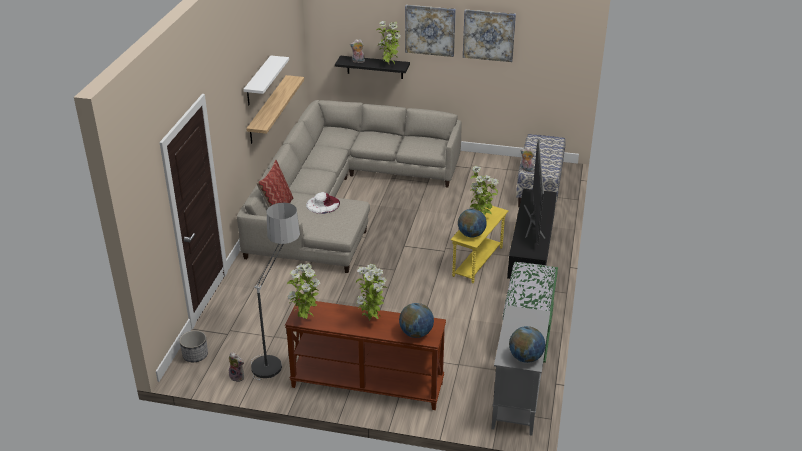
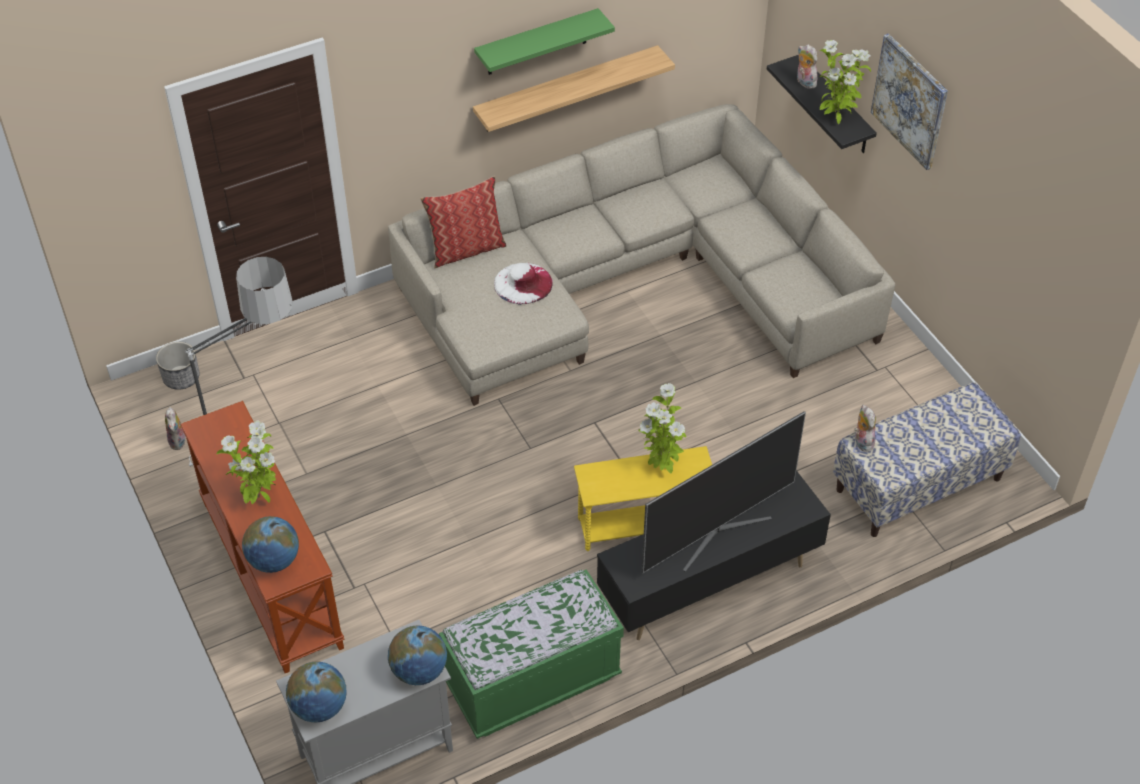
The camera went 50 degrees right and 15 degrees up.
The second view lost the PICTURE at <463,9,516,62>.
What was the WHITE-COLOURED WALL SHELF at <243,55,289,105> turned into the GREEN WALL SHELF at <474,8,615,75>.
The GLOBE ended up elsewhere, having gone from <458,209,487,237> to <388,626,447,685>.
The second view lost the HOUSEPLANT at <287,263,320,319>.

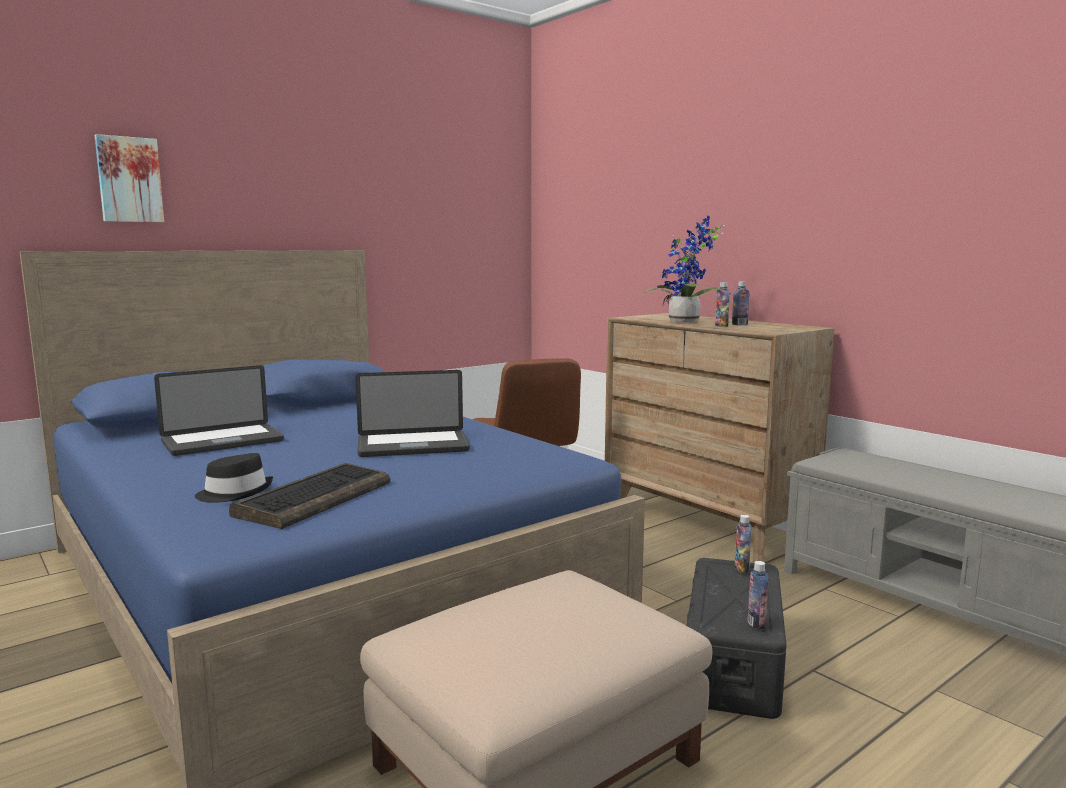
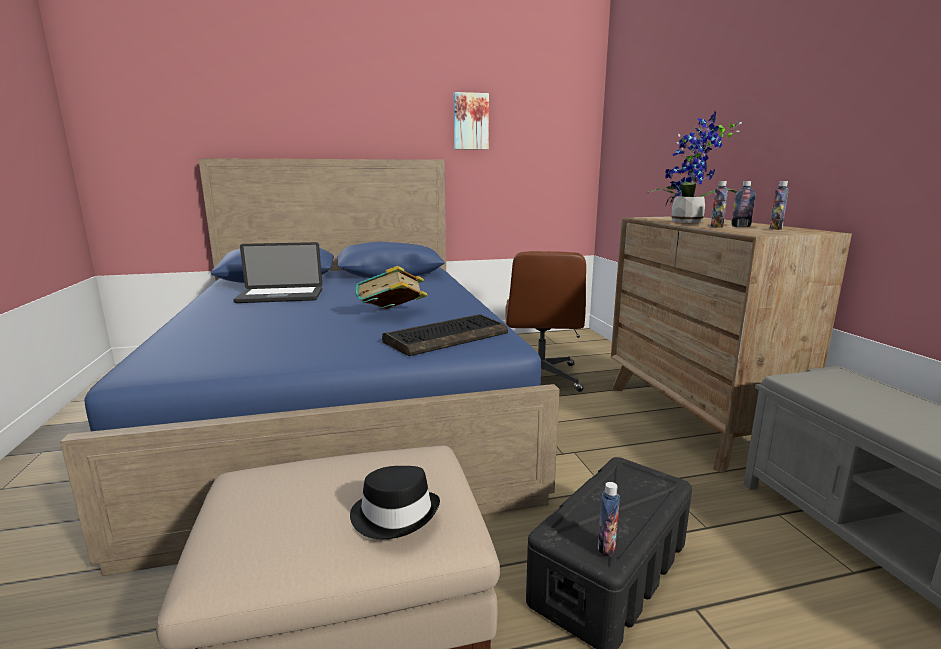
The camera went 25 degrees right and 5 degrees up.
The PICTURE ended up elsewhere, having gone from <95,134,164,222> to <454,92,489,150>.
Where the LAPTOP stood at <355,370,470,457>, the BOOK came to stand at <355,266,428,309>.
The BLACK HAT ended up elsewhere, having gone from <195,453,273,503> to <350,466,440,539>.
The COMPUTER KEYBOARD ended up elsewhere, having gone from <229,463,390,529> to <382,314,508,356>.
The BOTTLE ended up elsewhere, having gone from <735,515,752,573> to <770,181,789,230>.

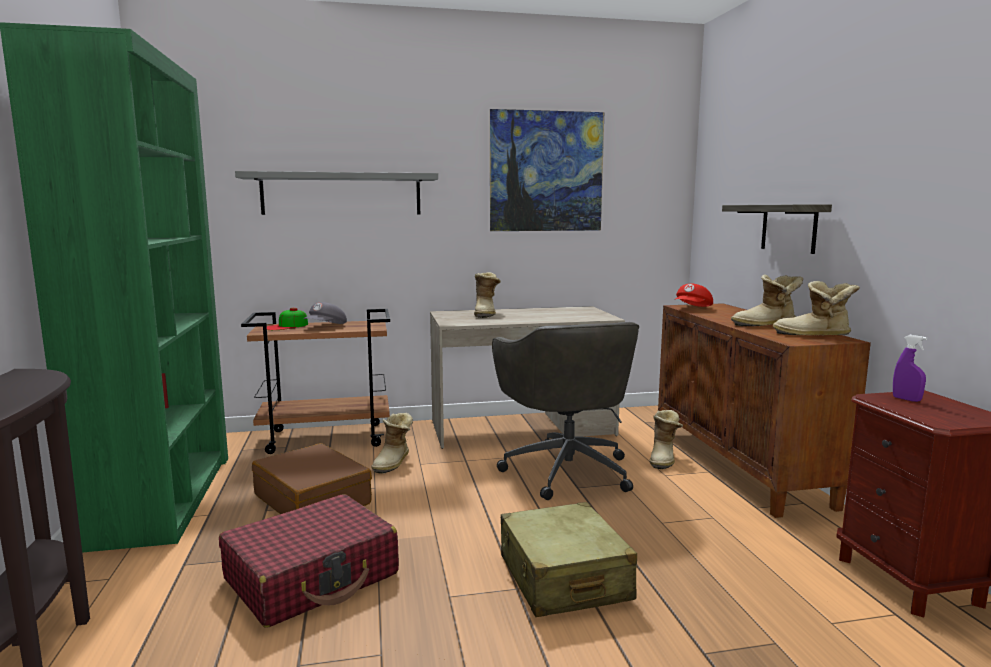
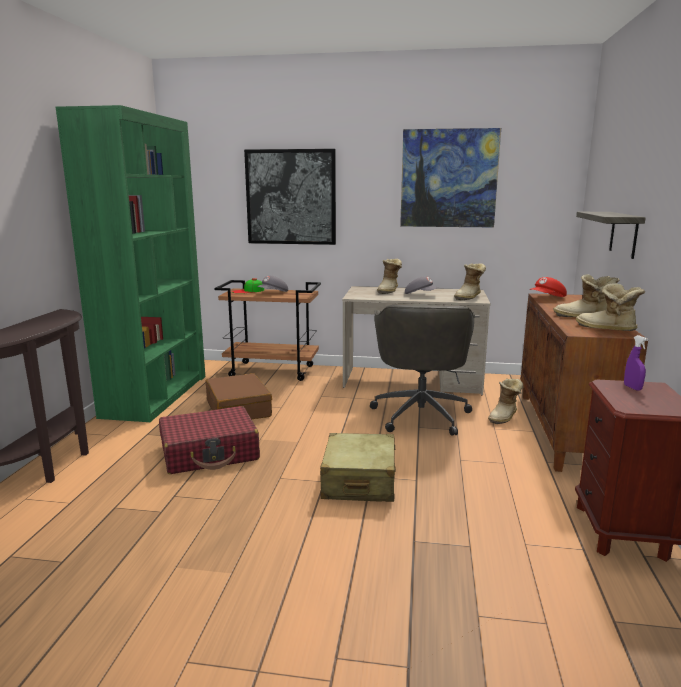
The camera went 20 degrees right and 5 degrees up.
Where the GREYISH WALL SHELF hung at <235,171,438,215>, the PICTURE came to hang at <244,149,336,245>.
The TALL BOOT ended up elsewhere, having gone from <371,413,413,474> to <454,263,486,301>.
The second view gained the GREYISH CAP at <405,276,439,294>.

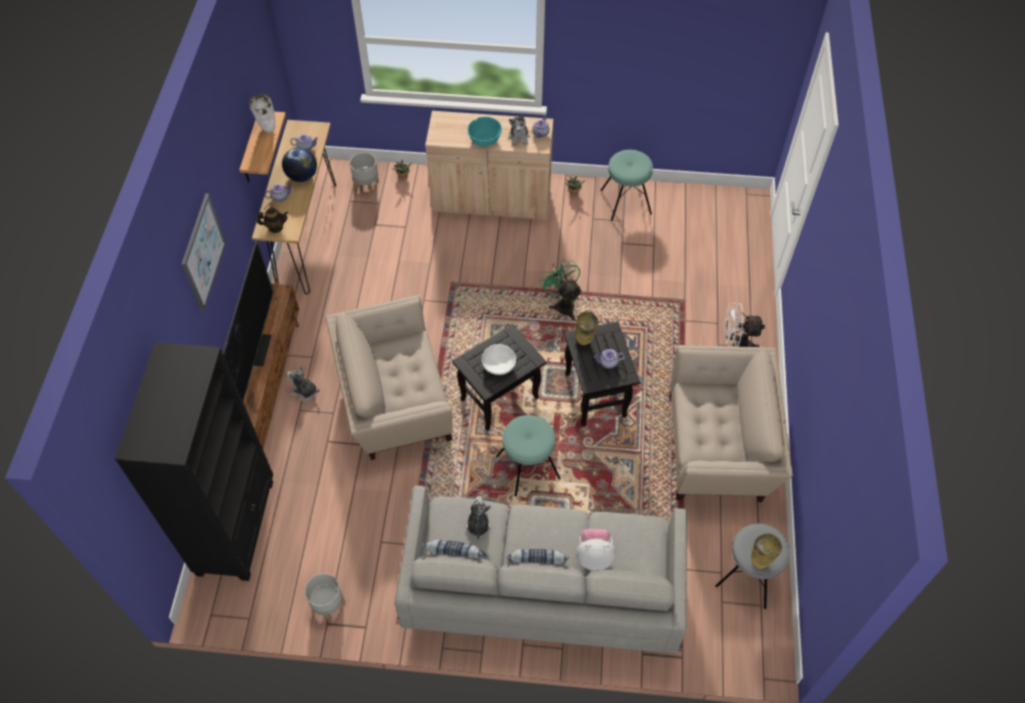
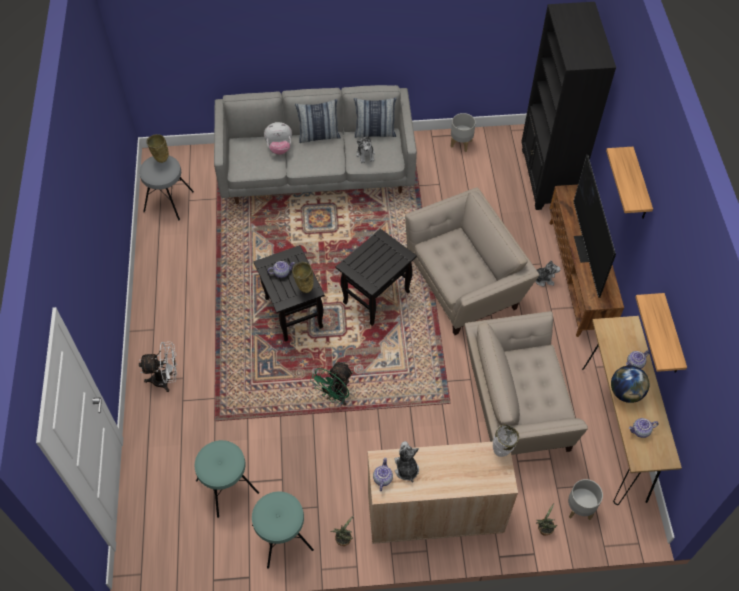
The camera went 170 degrees right and 0 degrees up.
The WHITE-COLOURED DECORATIVE VASE ended up elsewhere, having gone from <249,94,276,132> to <493,424,519,457>.
The second view lost the TURQUOISE BOWL at <468,117,502,146>.
Where the PICTURE hung at <181,193,226,311>, the WALL SHELF came to hang at <606,147,653,219>.
The second view lost the POT FOR TEA at <257,207,288,233>.
The GREEN ELECTRIC FAN at <539,259,582,320> ended up facing another way, 75 degrees clockwise from before.
The second view lost the WHITE-COLOURED BOWL at <482,344,516,375>.
The BEIGE ARMCHAIR ended up elsewhere, having gone from <669,345,793,502> to <465,311,588,455>.
The TURQUOISE SITTING STOOL ended up elsewhere, having gone from <496,415,561,497> to <195,440,259,518>.

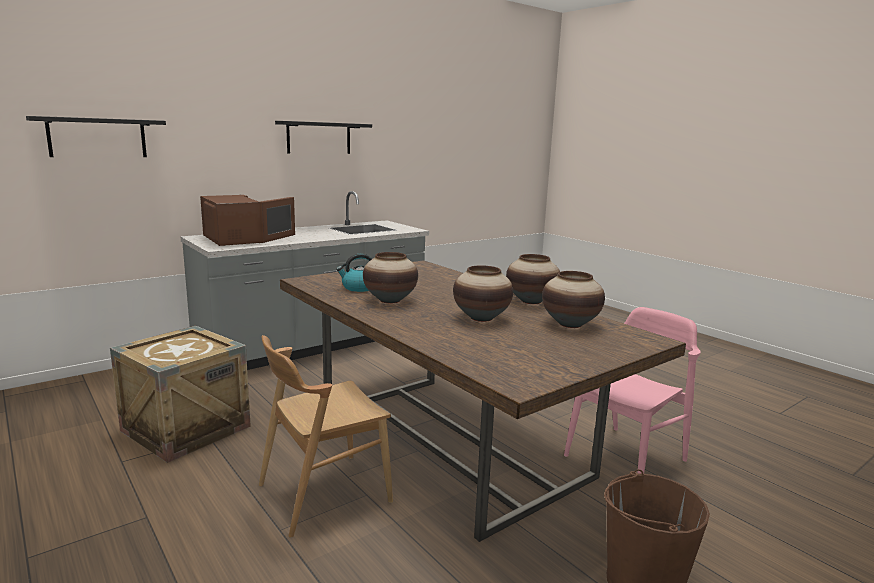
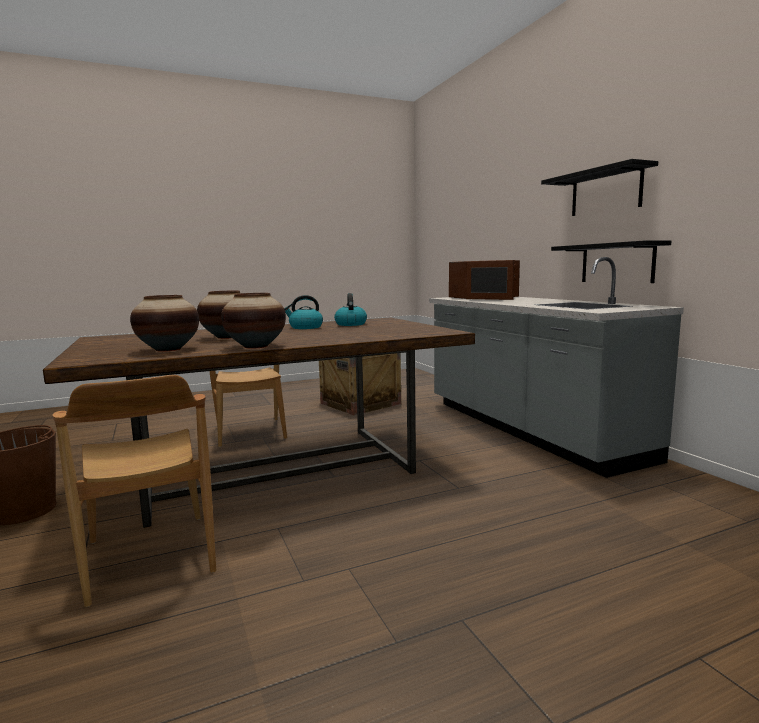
The camera went 105 degrees right and 5 degrees down.
The BLACK WALL SHELF ended up elsewhere, having gone from <26,116,166,157> to <551,240,671,283>.
Where the DECORATIVE VASE stood at <363,252,418,303>, the TEA KETTLE came to stand at <284,295,323,329>.
What was the PINKISH CHAIR at <564,307,701,474> turned into the BROWN CHAIR at <52,375,216,607>.

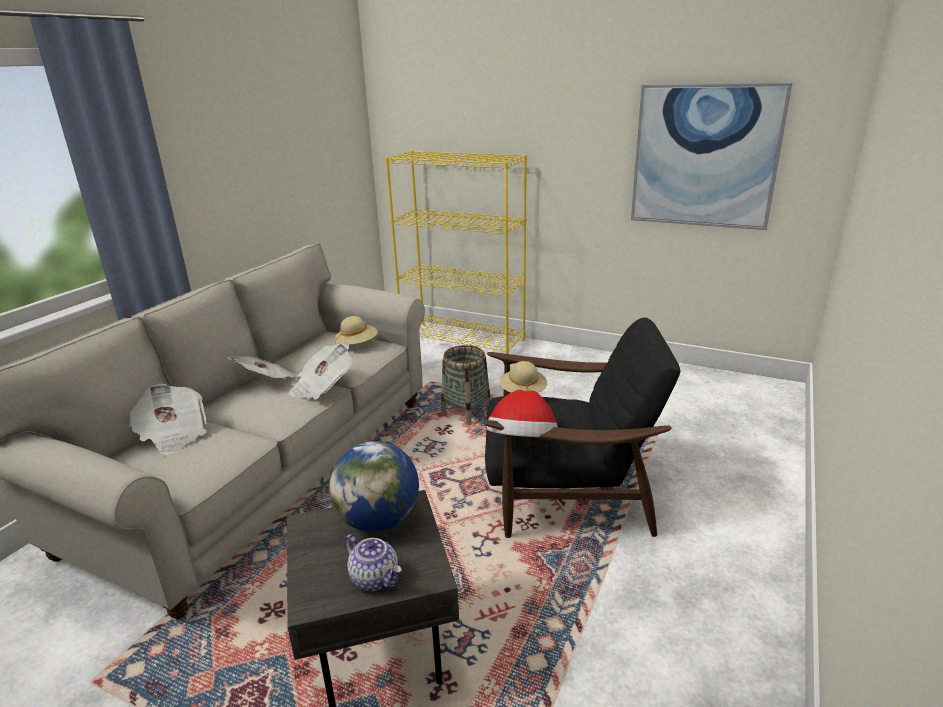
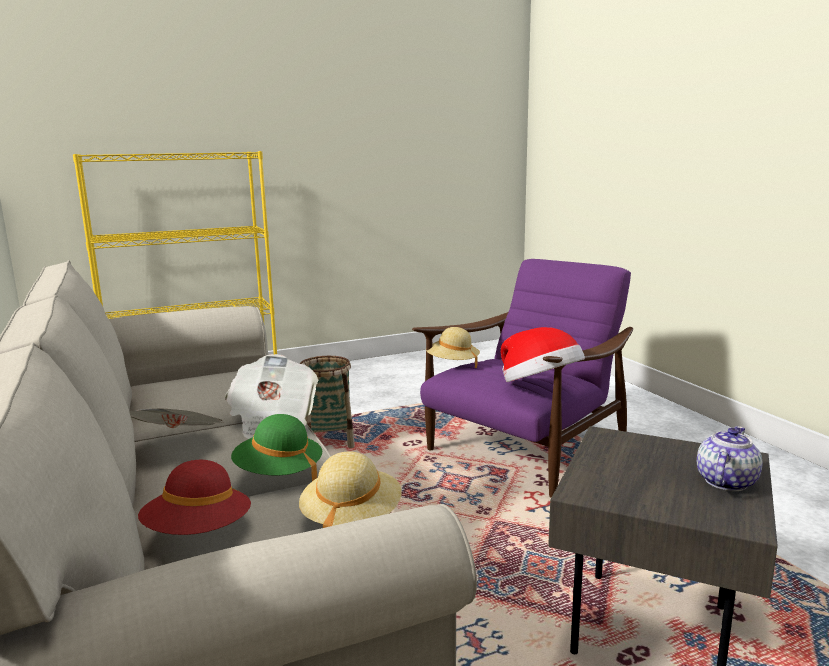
The camera went 50 degrees left and 10 degrees down.
The second view lost the PICTURE at <631,83,792,230>.
The BEIGE HAT ended up elsewhere, having gone from <335,316,378,345> to <299,451,402,528>.
What was the BLACK ARMCHAIR at <483,318,681,538> turned into the PURPLE-COLOURED ARMCHAIR at <412,259,633,497>.
Where the DAILY PAPER stood at <129,383,207,455>, the REDDISH HAT came to stand at <138,460,251,535>.
The second view lost the GLOBE at <329,441,419,532>.
The POT FOR TEA at <344,534,401,591> ended up facing another way, 45 degrees counterclockwise from before.
The second view gained the GREEN HAT at <231,414,322,481>.

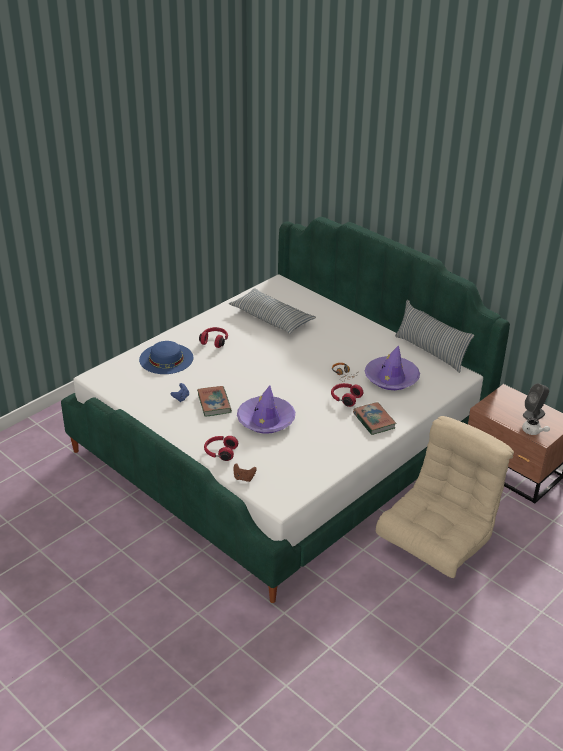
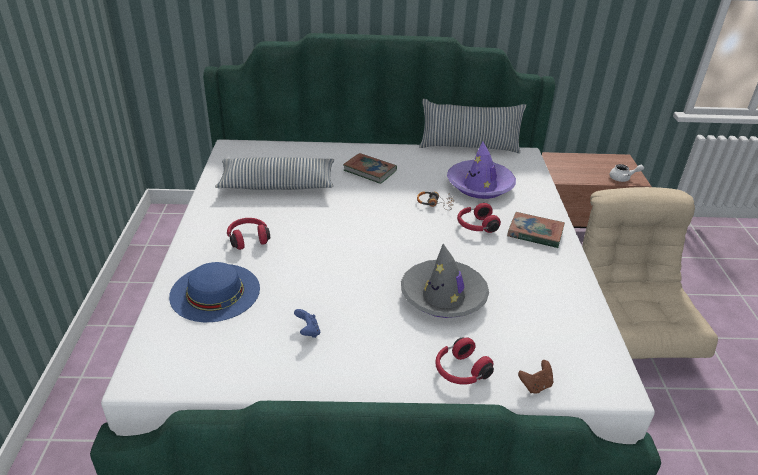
The camera went 45 degrees left and 0 degrees up.
The second view lost the GREYISH LOUDSPEAKER at <523,383,549,420>.
What was the PURPLE-COLOURED HAT at <237,385,295,434> turned into the GREYISH HAT at <401,244,489,318>.
The BOOK ended up elsewhere, having gone from <197,386,232,417> to <343,153,397,184>.

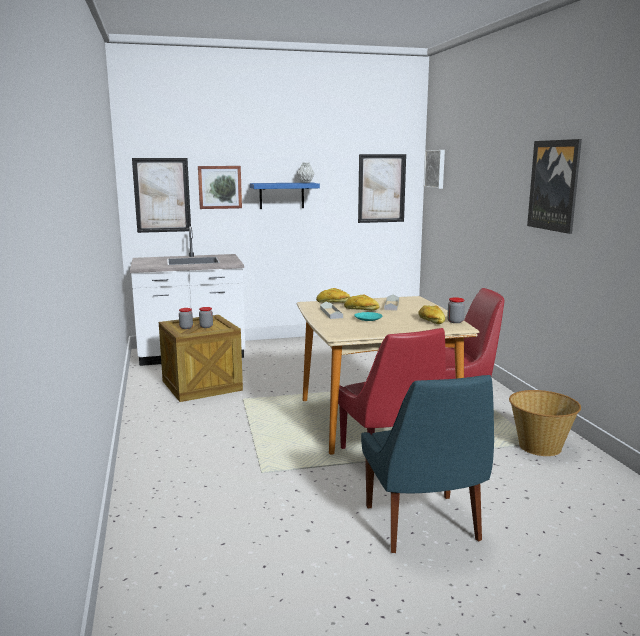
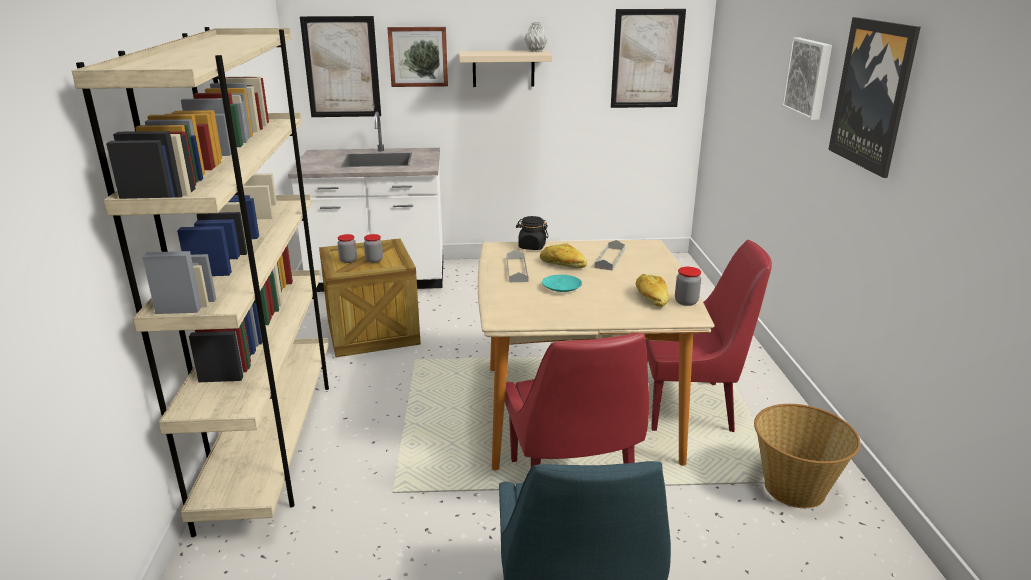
The camera went 10 degrees right and 10 degrees up.
The PICTURE ended up elsewhere, having gone from <424,150,445,189> to <782,38,832,120>.
What was the BLUE WALL SHELF at <250,183,320,209> turned into the BEIGE WALL SHELF at <459,50,552,87>.
Where the BAKED BREAD stood at <316,288,350,303>, the BLACK PRESERVE JAR came to stand at <516,216,548,250>.
The second view gained the BEIGE BOOKSHELF at <72,27,329,537>.

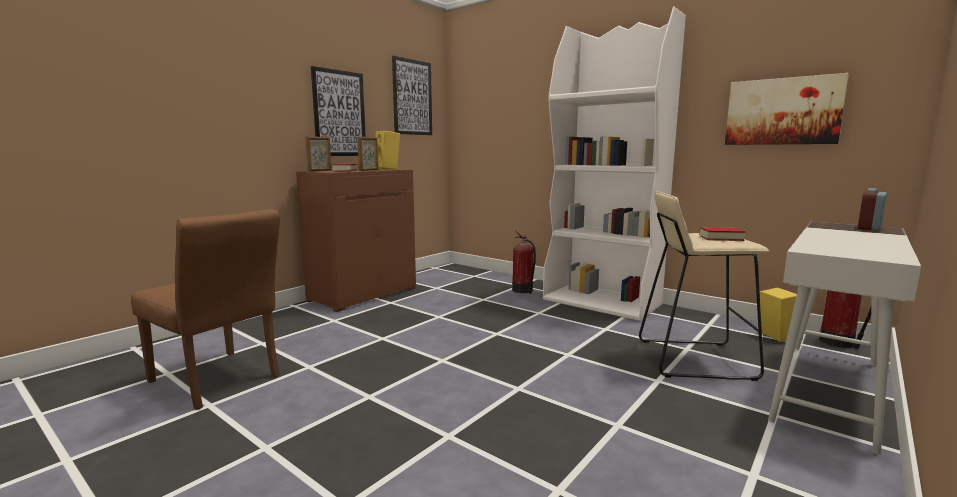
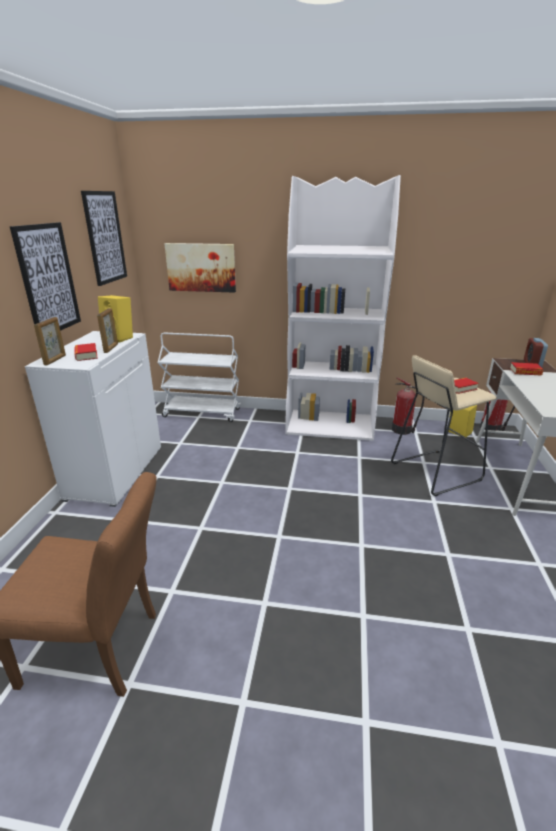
The camera went 30 degrees left and 15 degrees up.
The PICTURE ended up elsewhere, having gone from <725,73,849,145> to <164,243,236,293>.
What was the BROWN CABINET at <296,169,416,312> turned into the WHITE-COLOURED CABINET at <25,331,161,507>.
The FIRE-FIGHTING CYLINDER ended up elsewhere, having gone from <512,230,536,294> to <392,378,424,435>.
The second view gained the WHITE-COLOURED CART at <158,332,241,422>.
The second view gained the BOOK at <510,362,543,375>.

